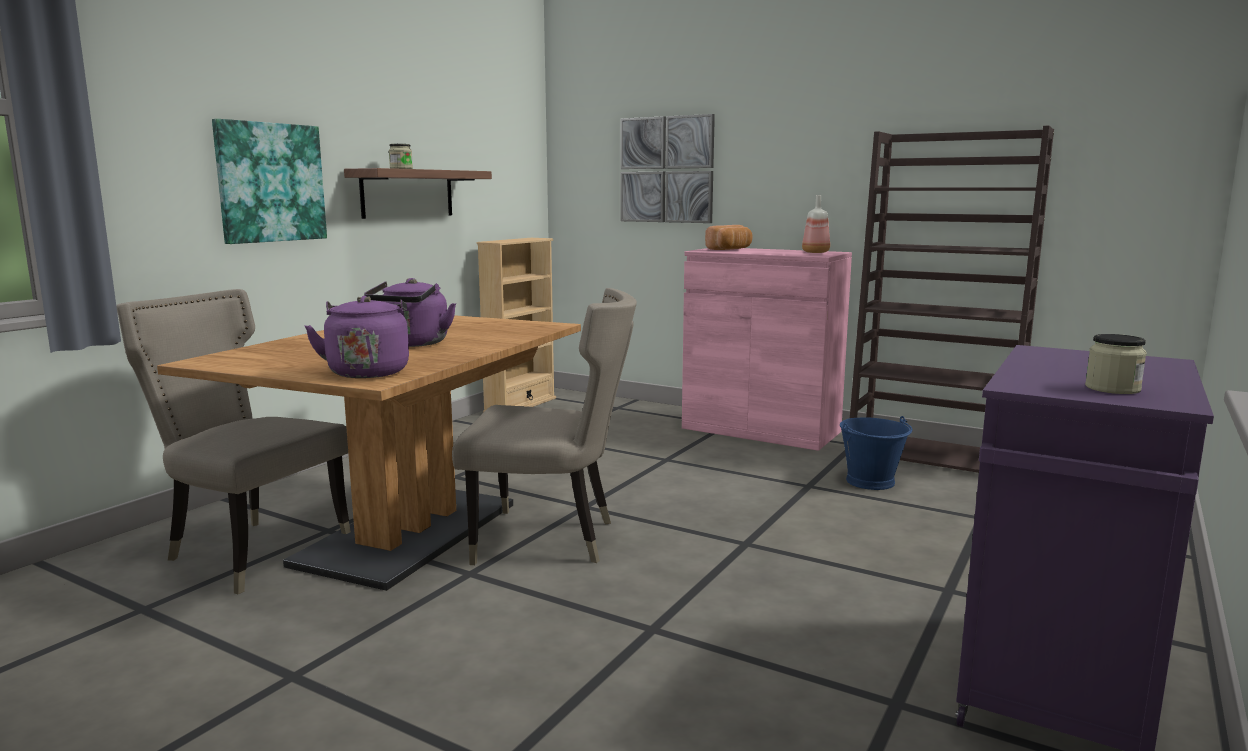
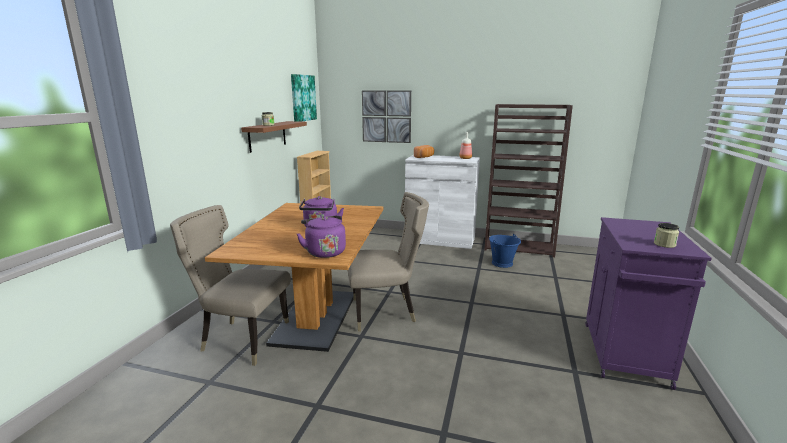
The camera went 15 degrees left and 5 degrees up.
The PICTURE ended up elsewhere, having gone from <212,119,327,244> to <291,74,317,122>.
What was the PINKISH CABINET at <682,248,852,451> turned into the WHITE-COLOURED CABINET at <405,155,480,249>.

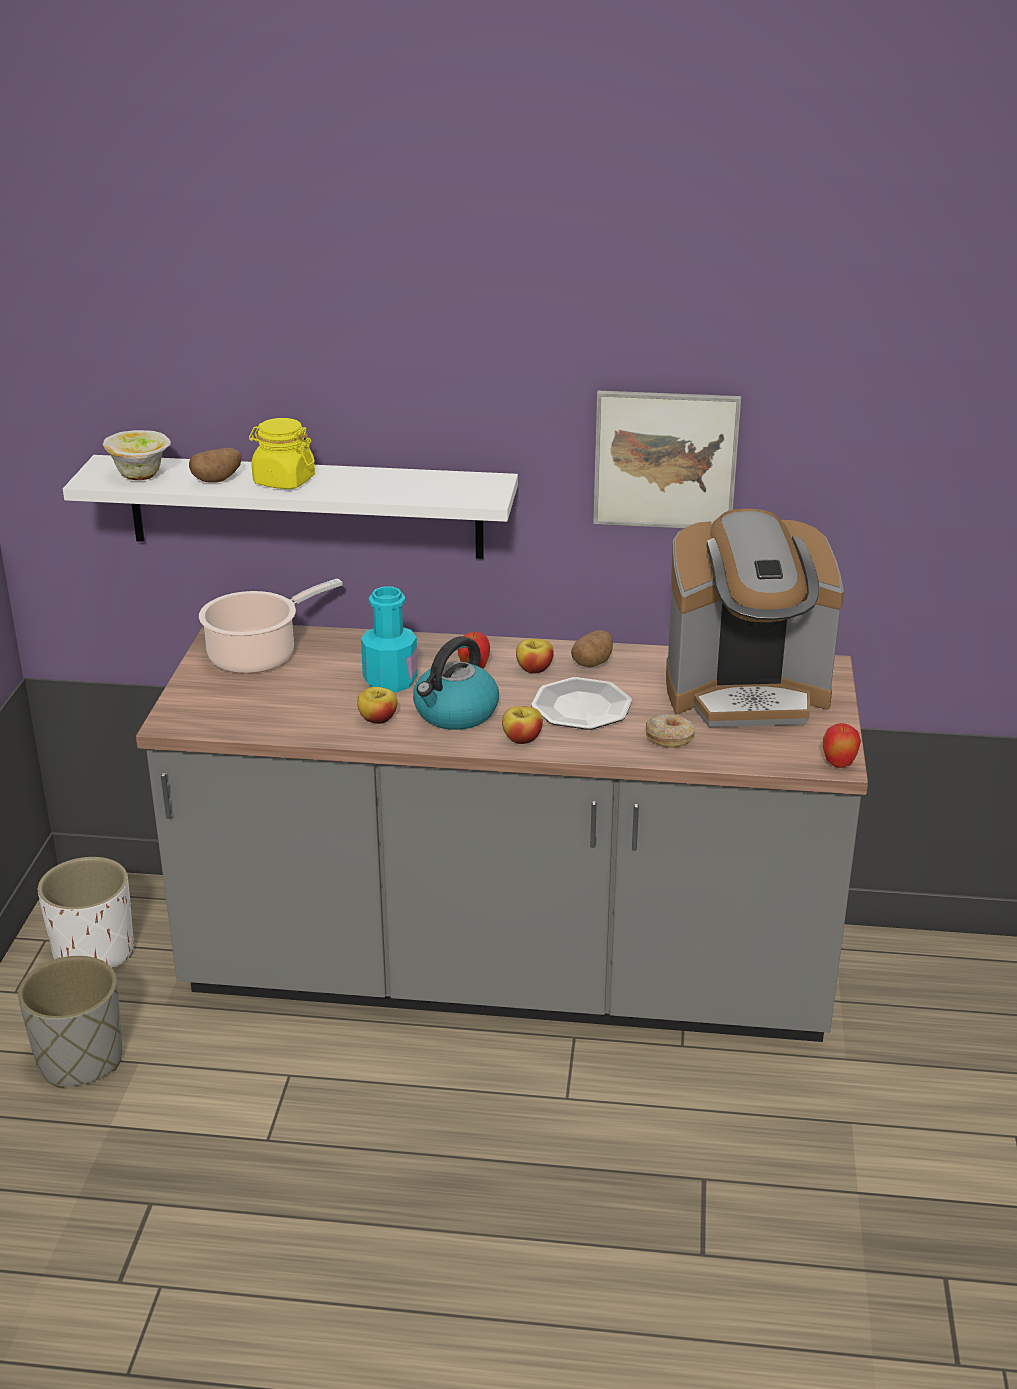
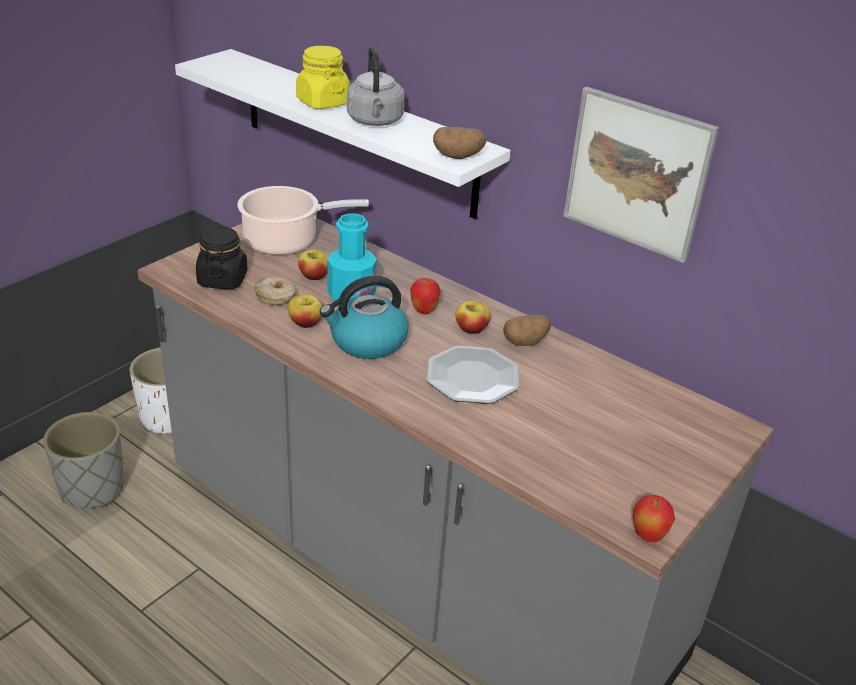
The camera went 30 degrees right and 5 degrees up.
The second view lost the BOWL at <103,430,171,480>.
The SPUD ended up elsewhere, having gone from <189,448,242,483> to <433,127,487,159>.
The second view lost the COFFEE MACHINE at <666,509,844,727>.
The APPLE FRUIT ended up elsewhere, having gone from <502,706,543,744> to <298,249,329,280>.
The DONUT ended up elsewhere, having gone from <646,714,696,748> to <254,277,296,305>.
The second view gained the GREYISH TEA KETTLE at <347,47,405,126>.
The second view gained the BLACK PRESERVE JAR at <196,227,248,289>.

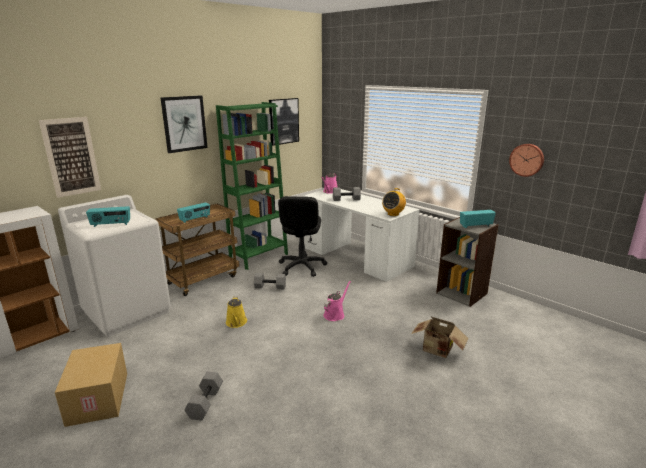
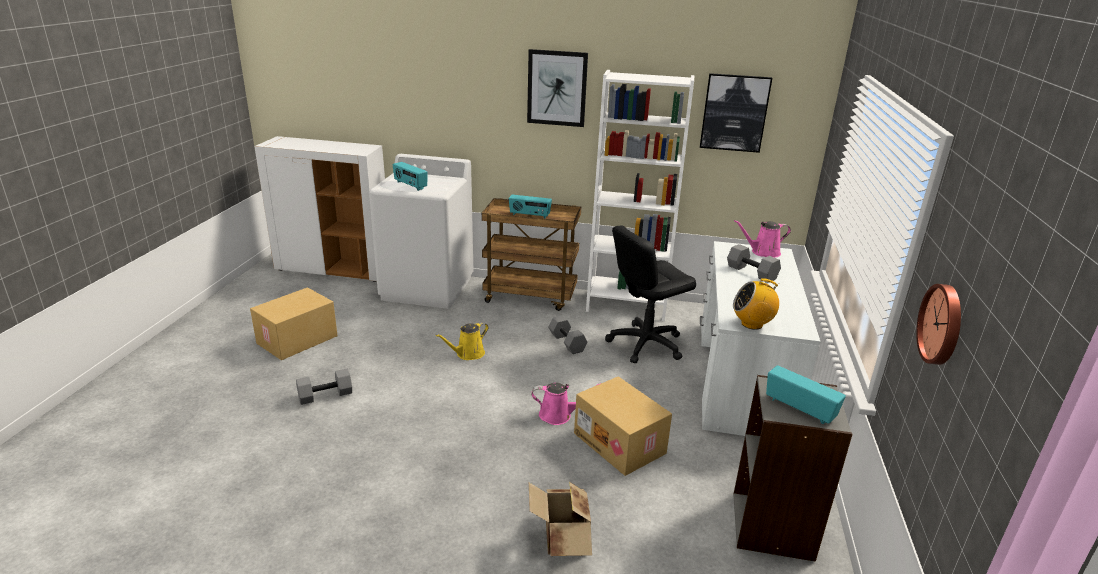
The camera went 55 degrees right and 5 degrees up.
What was the GREEN BOOKSHELF at <216,102,288,270> turned into the WHITE-COLOURED BOOKSHELF at <586,70,694,321>.
The second view lost the PICTURE at <39,117,101,198>.
The second view gained the PACKING BOX at <574,376,672,476>.

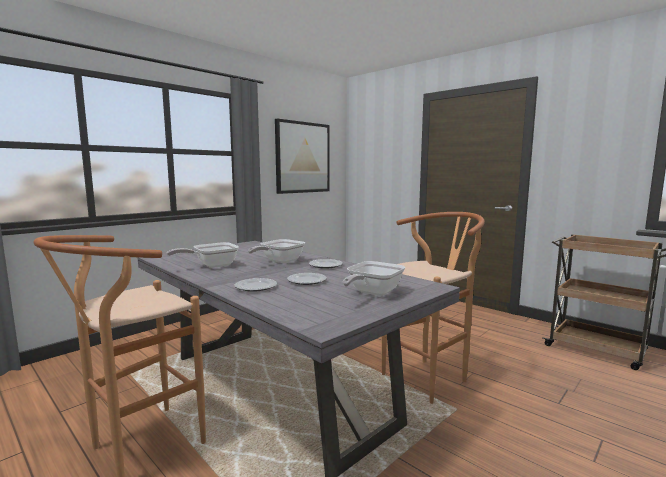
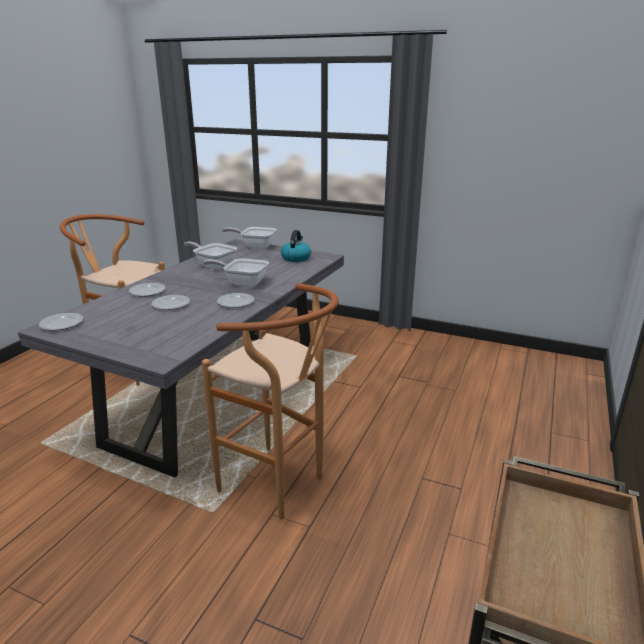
The camera went 70 degrees right and 15 degrees up.
The second view lost the PICTURE at <275,118,330,194>.
The PAN ended up elsewhere, having gone from <343,261,405,296> to <222,227,277,249>.
The second view gained the TEA KETTLE at <281,230,311,262>.
The second view gained the PLATE at <39,313,83,330>.

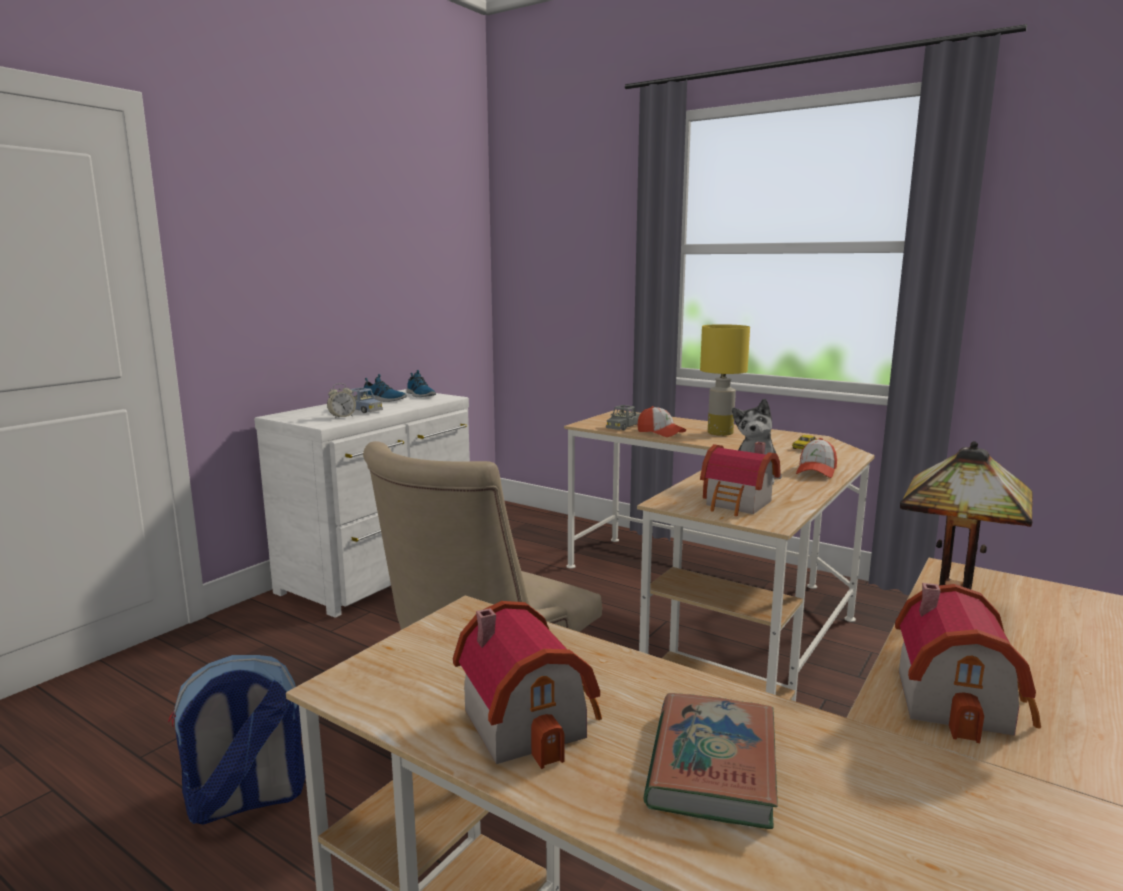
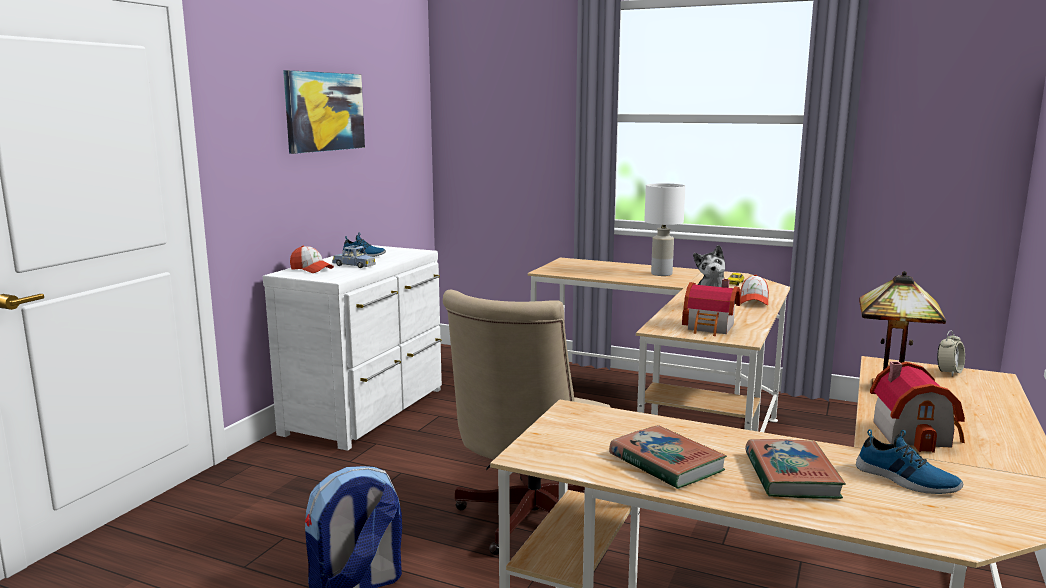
The camera went 10 degrees left and 0 degrees up.
What was the YELLOW TABLE LAMP at <700,324,750,436> turned into the WHITE-COLOURED TABLE LAMP at <644,183,686,276>.
The ITEM OF FOOTWEAR ended up elsewhere, having gone from <406,370,436,397> to <856,429,963,494>.
The BEDSIDE CLOCK ended up elsewhere, having gone from <327,383,356,419> to <937,331,965,376>.
The second view lost the GREYISH MODEL CAR at <606,405,640,430>.
The CAP ended up elsewhere, having gone from <637,406,686,437> to <290,246,334,273>.
Where the MODEL HOUSE stood at <453,601,602,769>, the BOOK came to stand at <609,425,727,489>.
The second view gained the PICTURE at <283,70,365,154>.

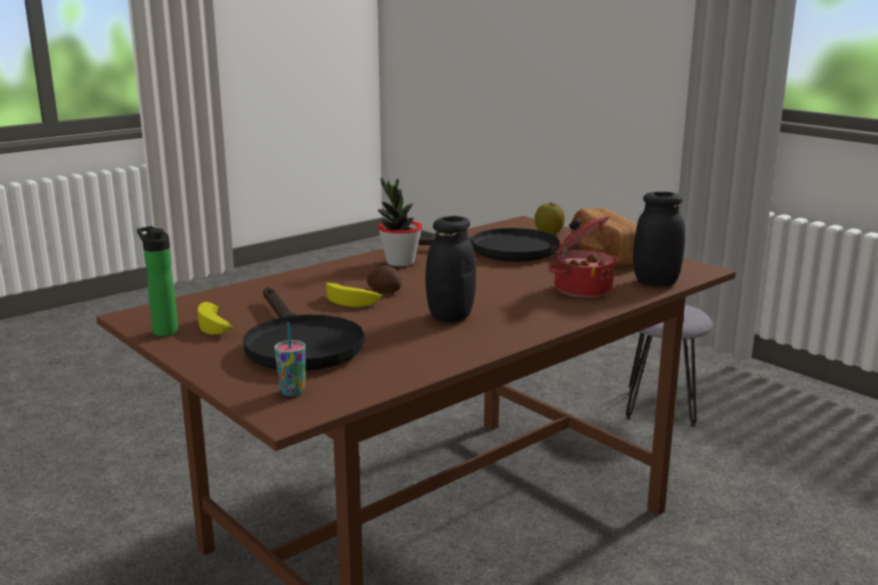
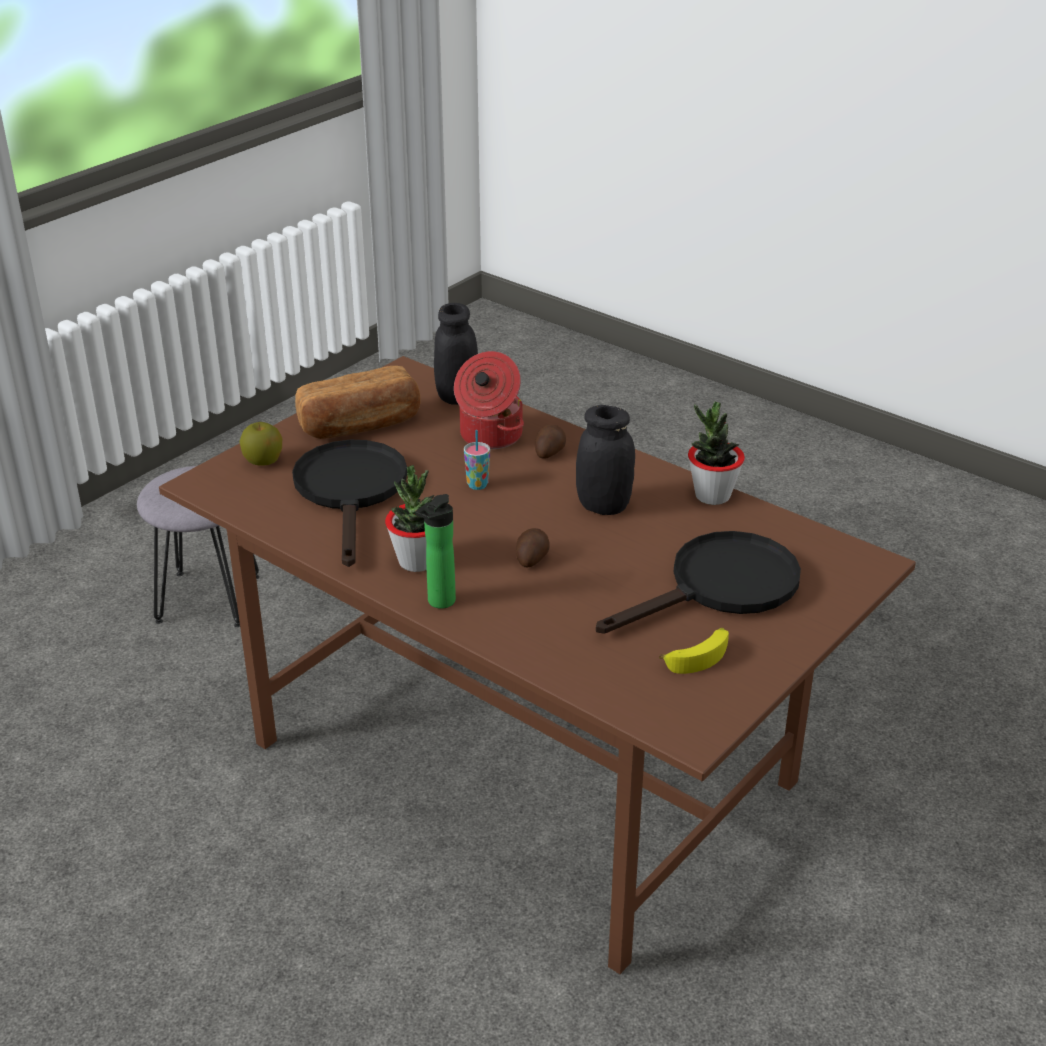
The camera went 100 degrees left and 15 degrees up.
The BOTTLE ended up elsewhere, having gone from <137,226,178,336> to <415,494,456,609>.
The second view lost the WHOLE BANANA at <326,283,383,307>.
The DRINKING CUP ended up elsewhere, having gone from <274,322,306,396> to <464,430,490,490>.
The second view gained the HOUSEPLANT at <688,401,745,505>.
The second view gained the SPUD at <535,425,566,459>.

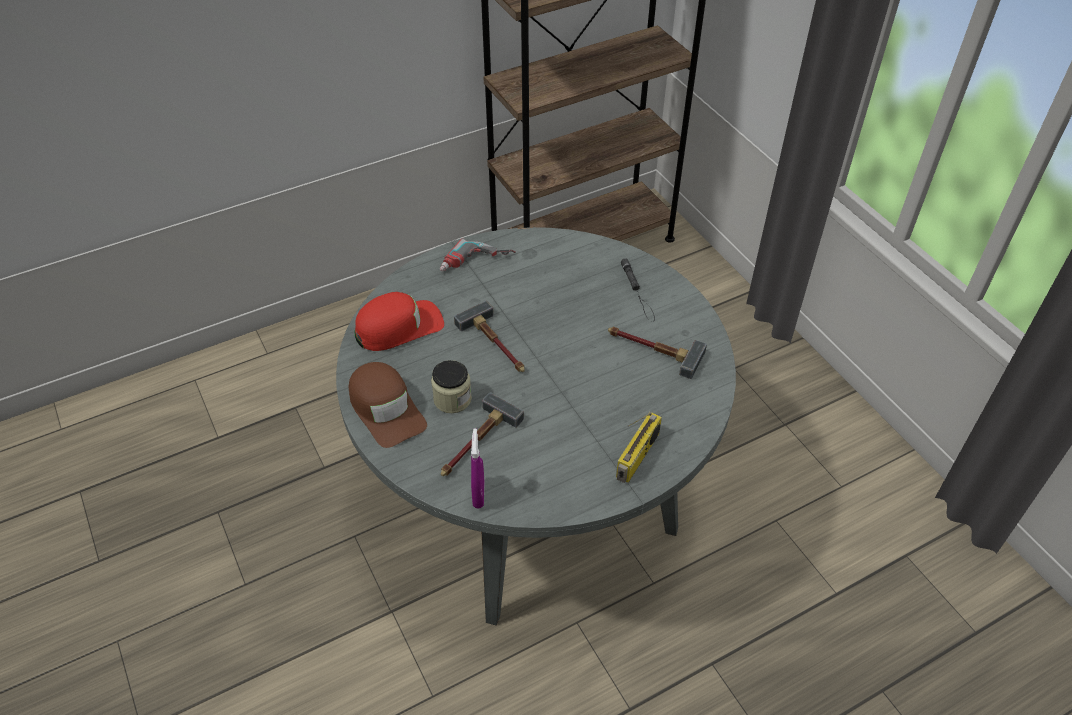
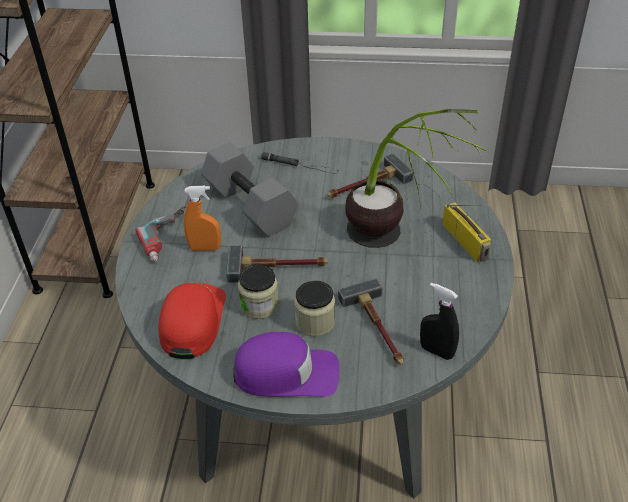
The camera went 55 degrees left and 5 degrees down.
What was the BROWN CAP at <348,362,427,448> turned into the PURPLE-COLOURED CAP at <233,332,339,397>.
What was the PURPLE-COLOURED HAND SPRAYER at <471,428,485,509> turned into the BLACK HAND SPRAYER at <420,282,459,360>.
The second view gained the HOUSEPLANT at <345,109,486,248>.
The second view gained the GREYISH DUMBBELL at <201,142,299,237>.
The second view gained the ORANGE-COLOURED HAND SPRAYER at <184,186,221,251>.
The second view gained the PRESERVE JAR at <238,264,279,319>.

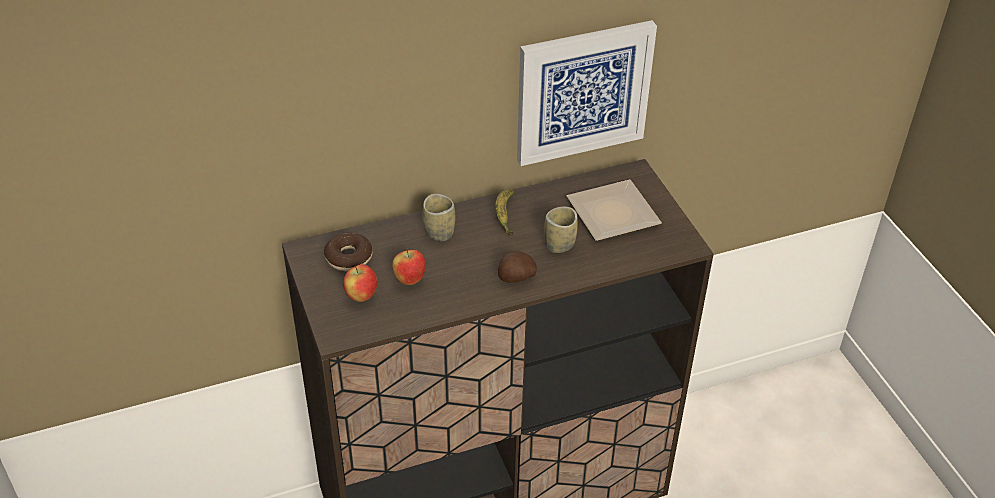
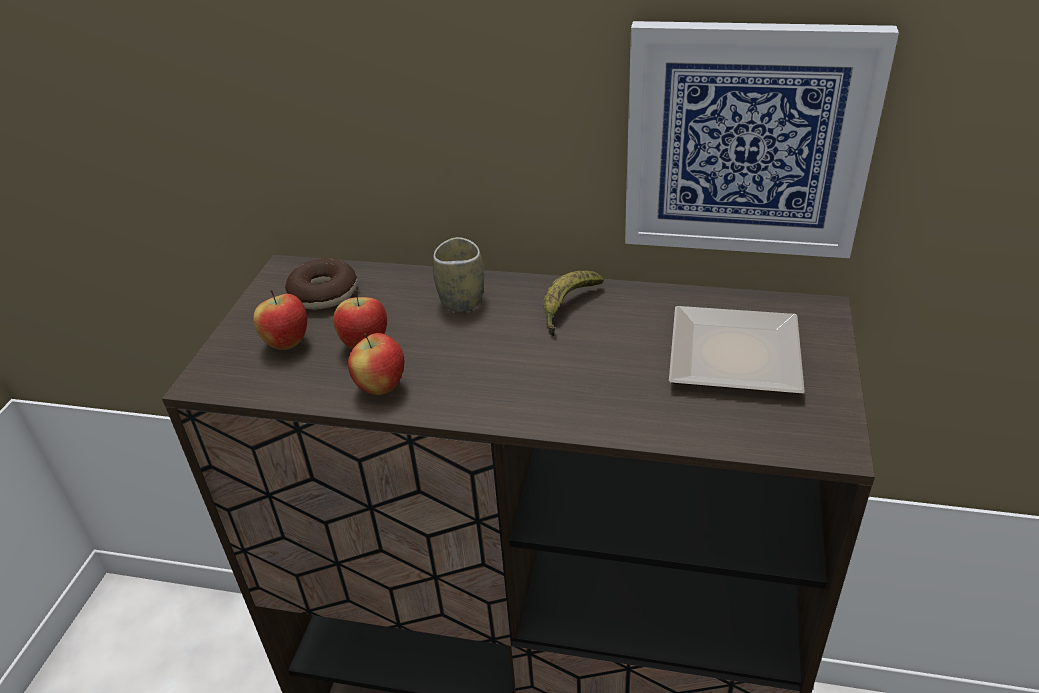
The camera went 35 degrees right and 5 degrees down.
The second view lost the DRINKING CUP at <544,207,578,253>.
The second view lost the SPUD at <498,251,537,283>.
The second view gained the APPLE FRUIT at <348,333,404,395>.

